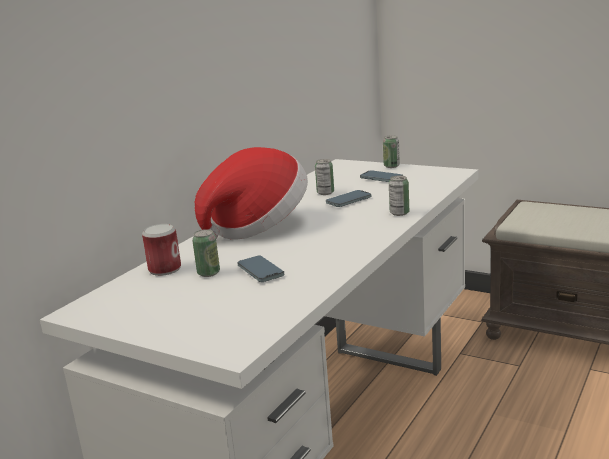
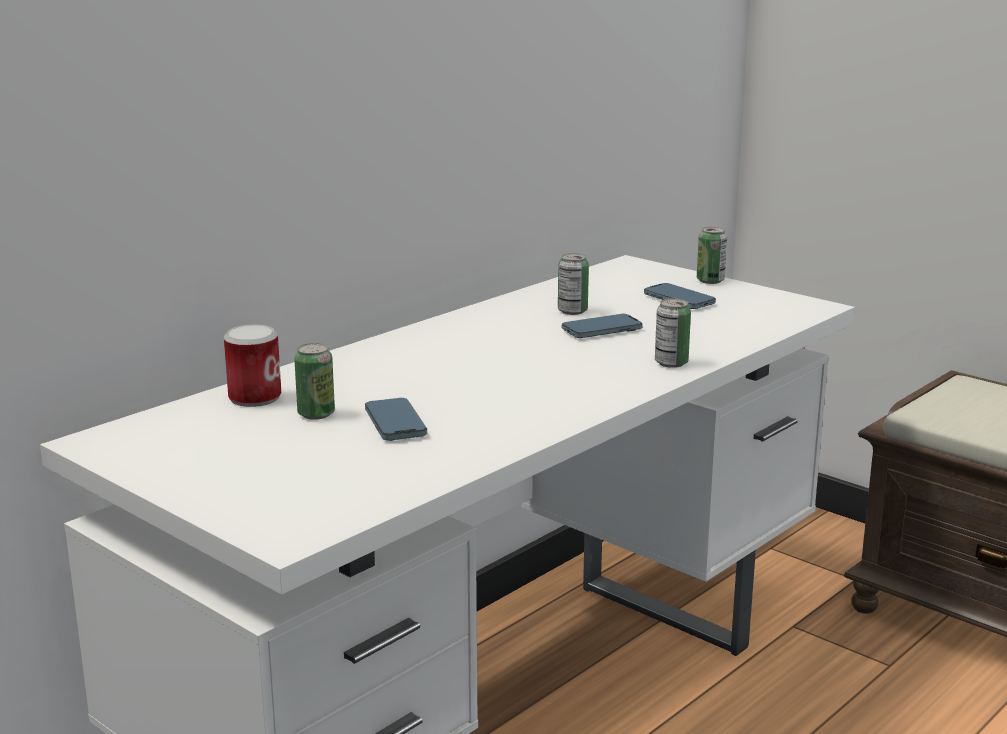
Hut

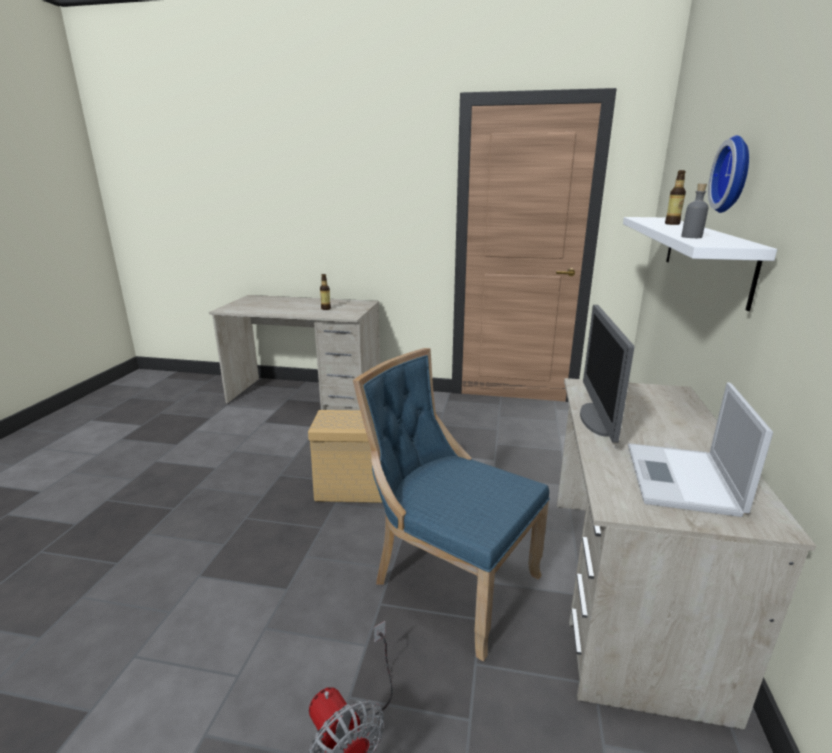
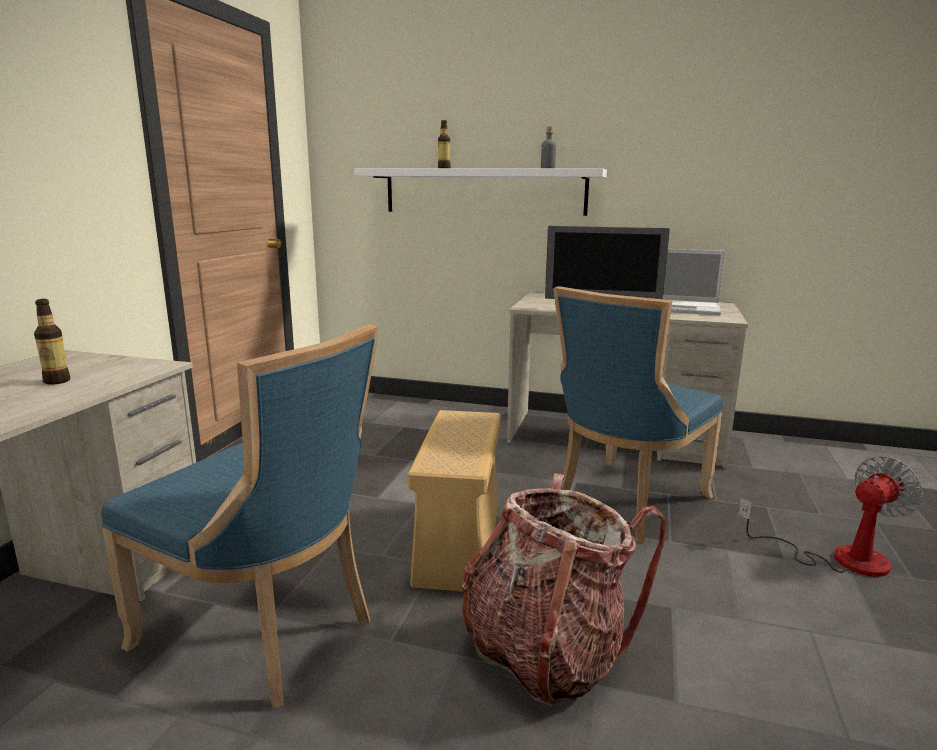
Wanduhr
Stuhl/blau (no. 1 from left)
Rucksack

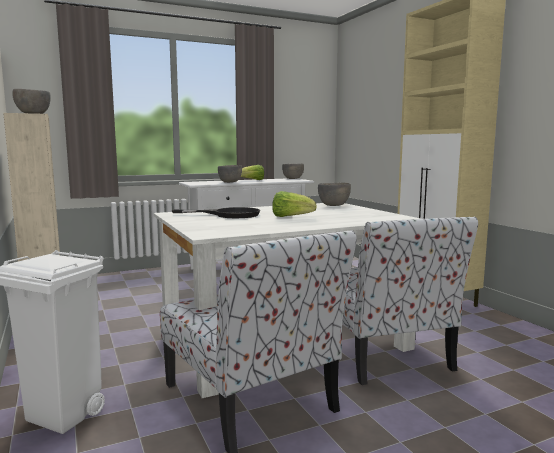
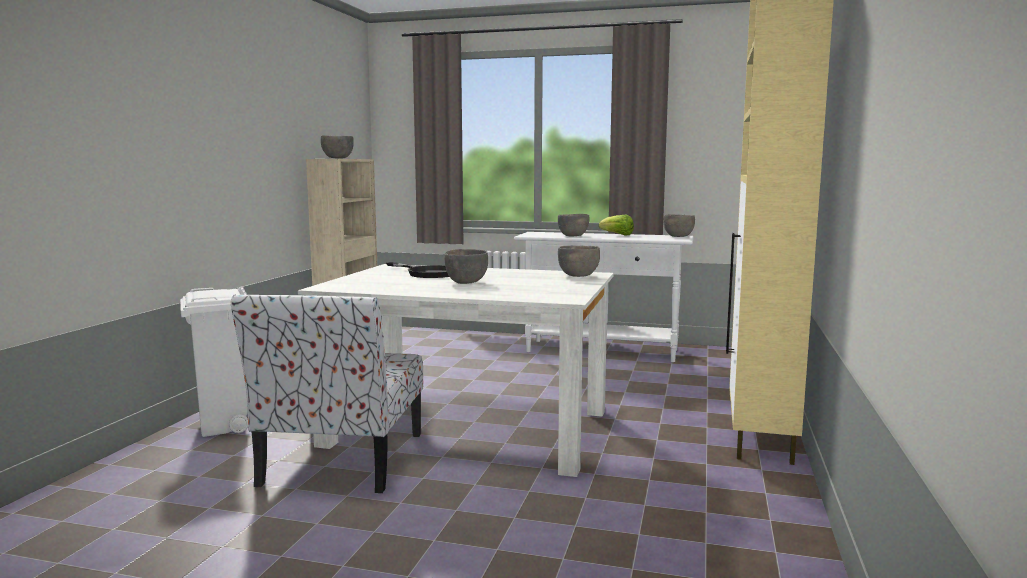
Stuhl (no. 2 from left in the first image)
Schüssel/grau (no. 2 from left)

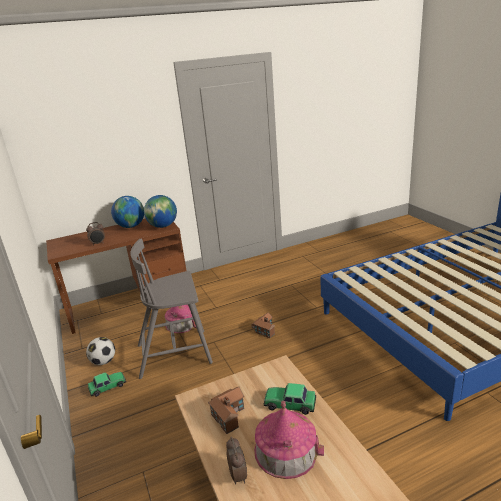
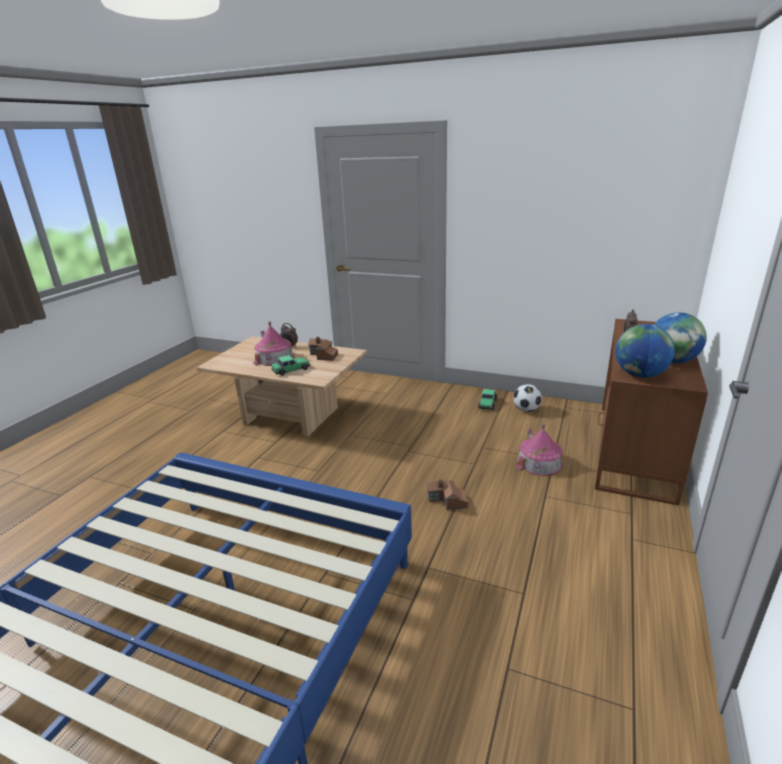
Stuhl/grau

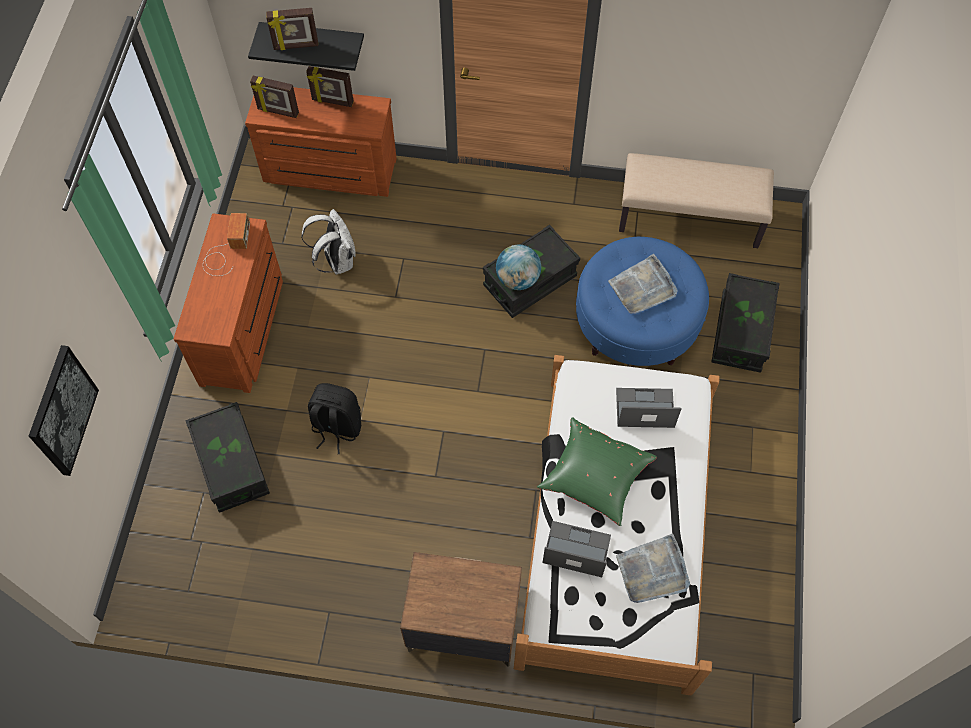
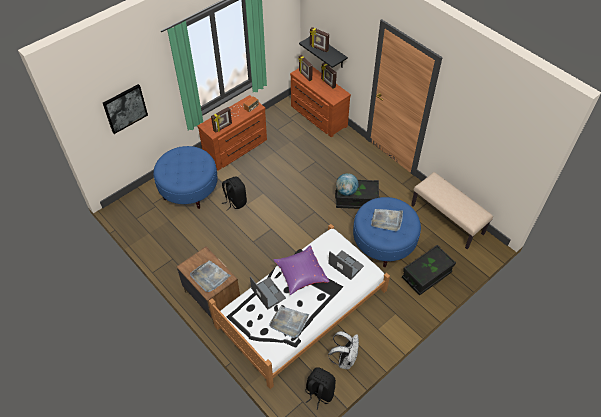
Tablett/grau (no. 1 from left)
Bilderrahmen (no. 1 from left)
Rucksack/schwarz (no. 2 from left)
Rucksack/weiß
Polsterhocker/blau (no. 1 from left)
Kissen/lila

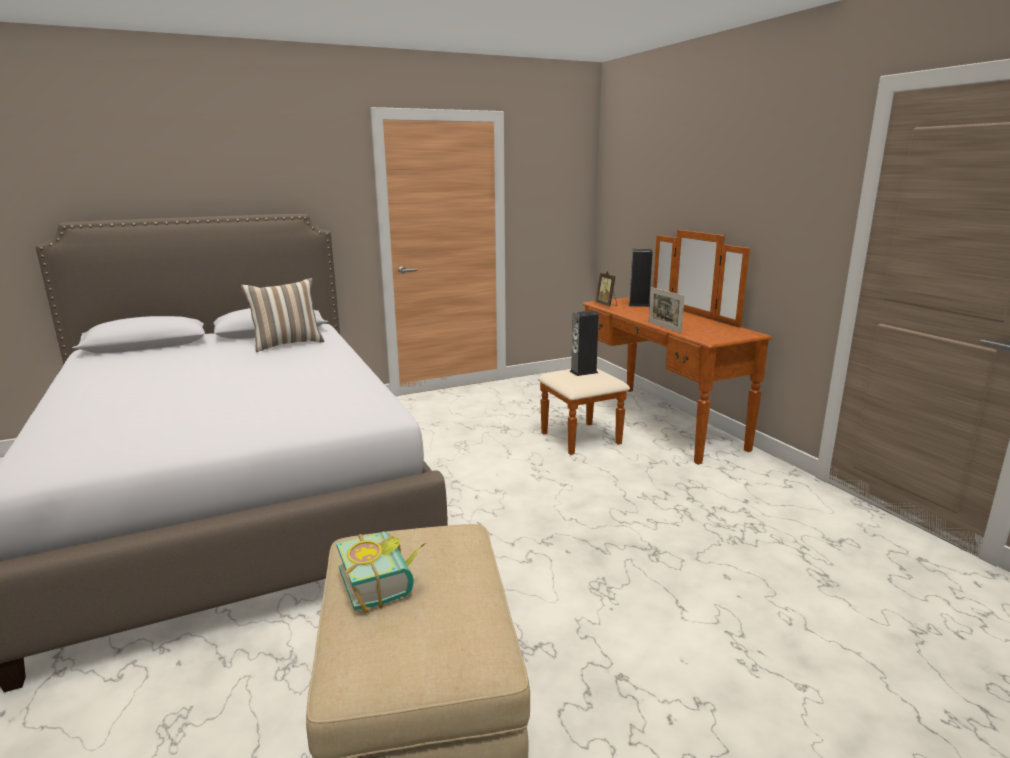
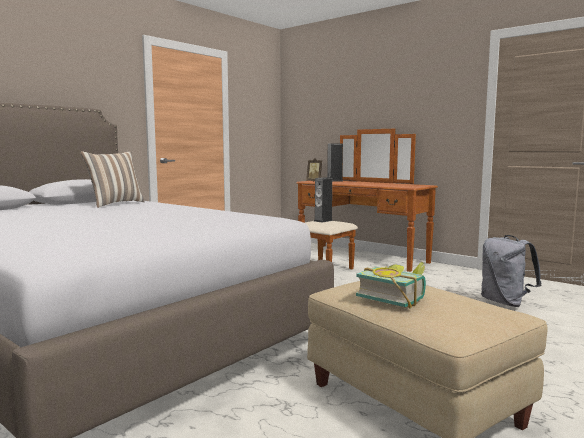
Bilderrahmen (no. 2 from left in the first image)
Rucksack/grau

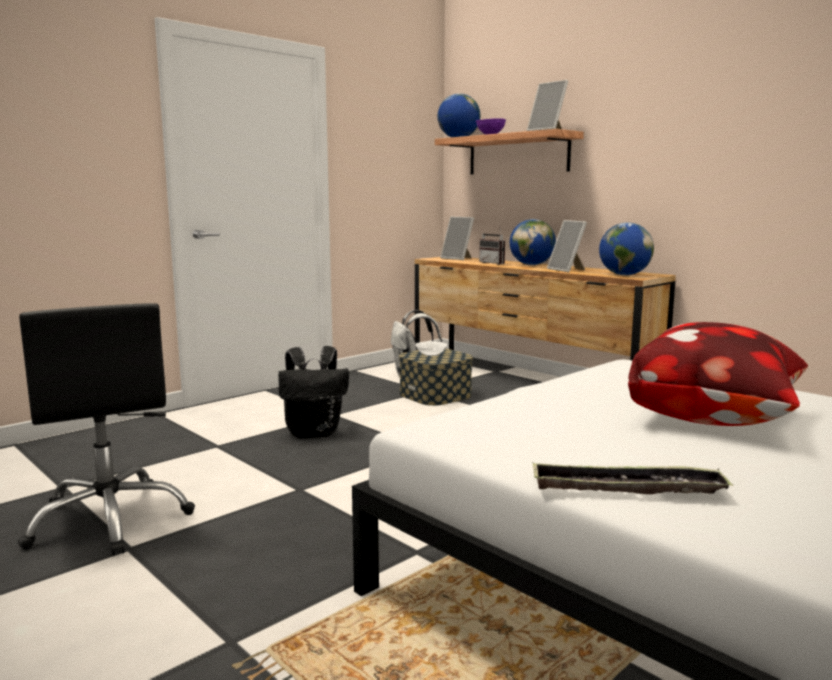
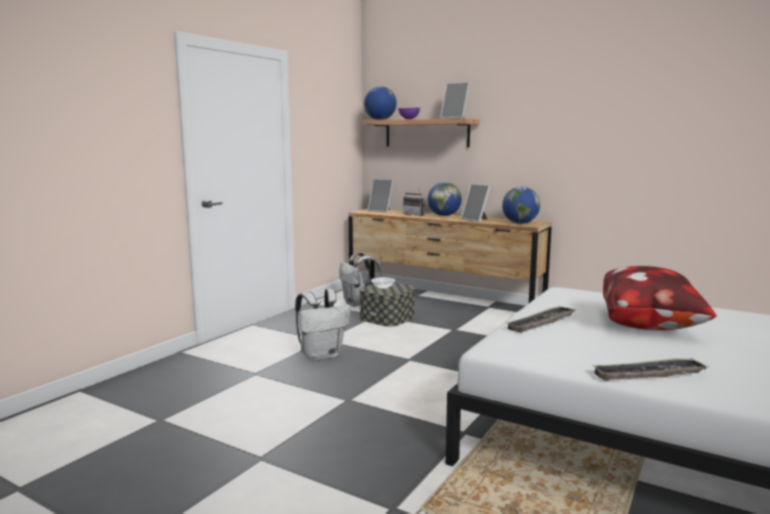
Bürostuhl/schwarz
Tablett (no. 1 from left)
Rucksack/weiß (no. 1 from left)

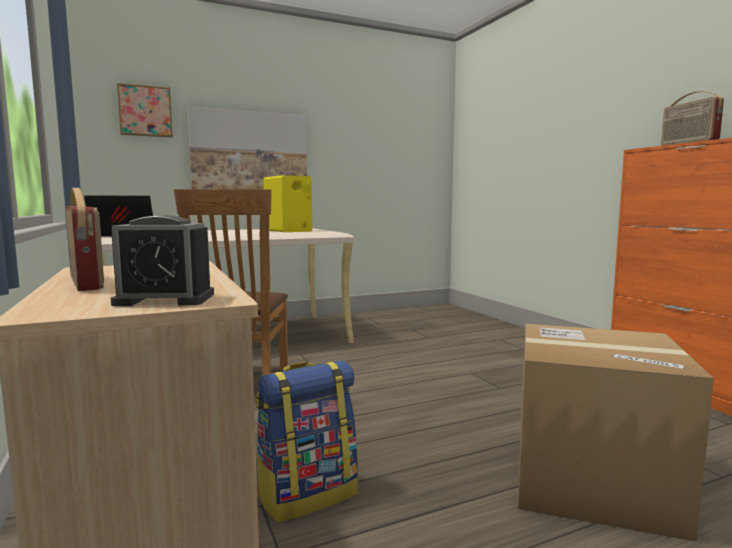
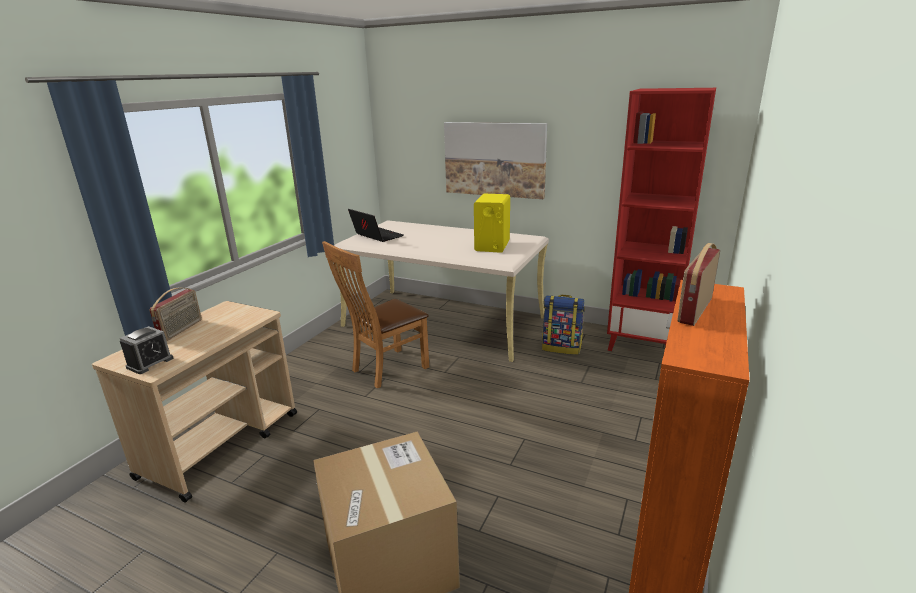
Bild (no. 1 from left in the first image)
Bücherregal/rot
Rucksack
Wecker

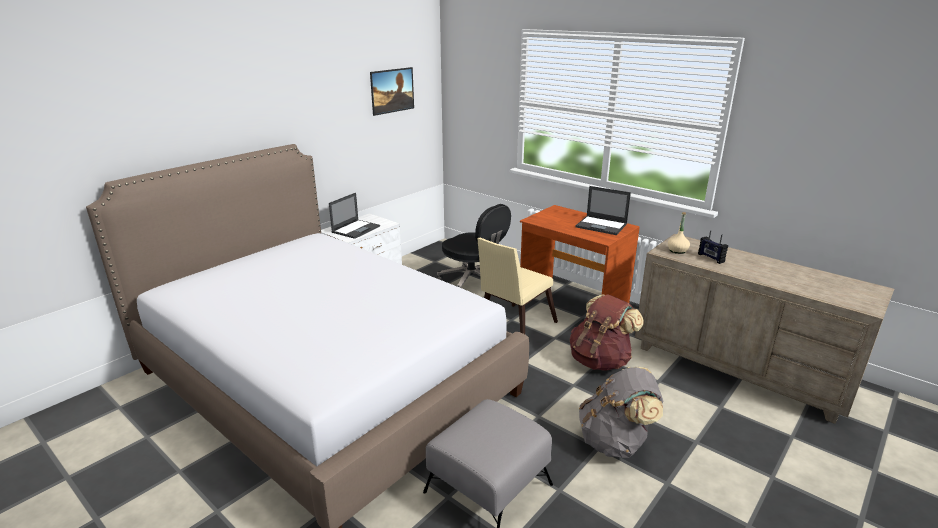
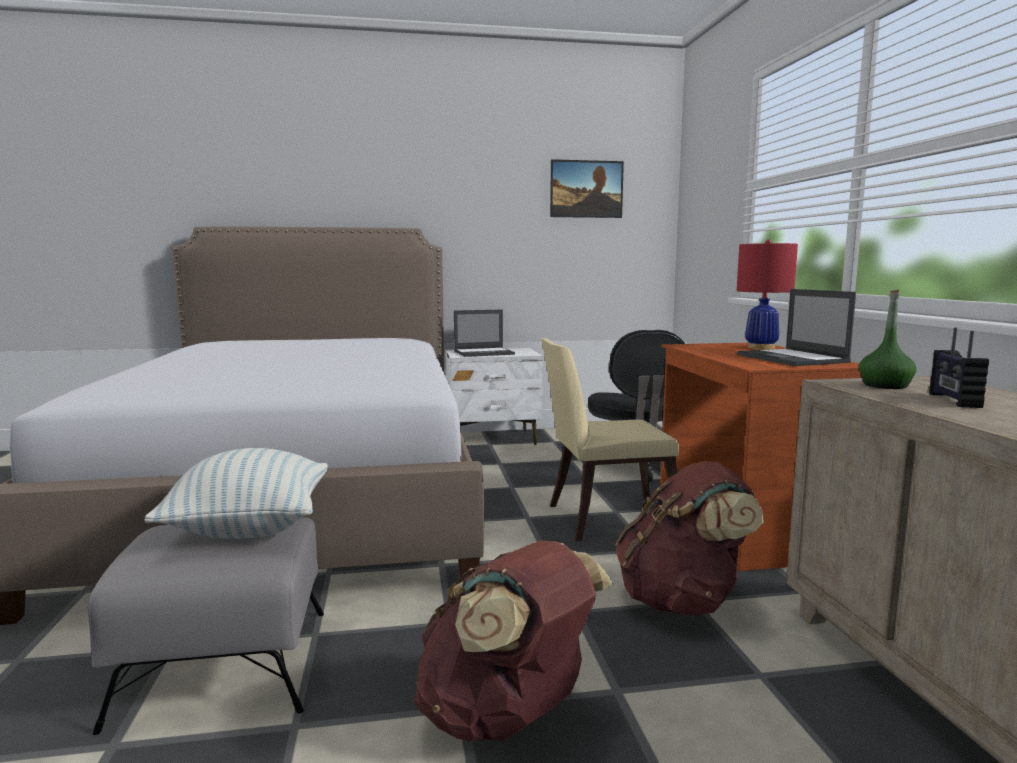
Kissen
Tischlampe/rot
Rucksack/braun (no. 1 from left)
Flasche/grün

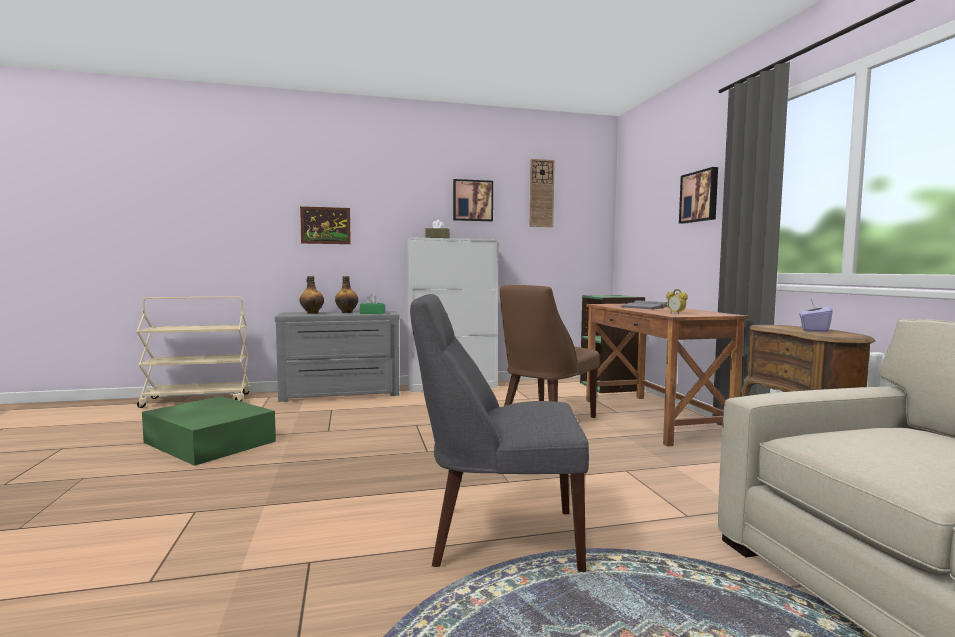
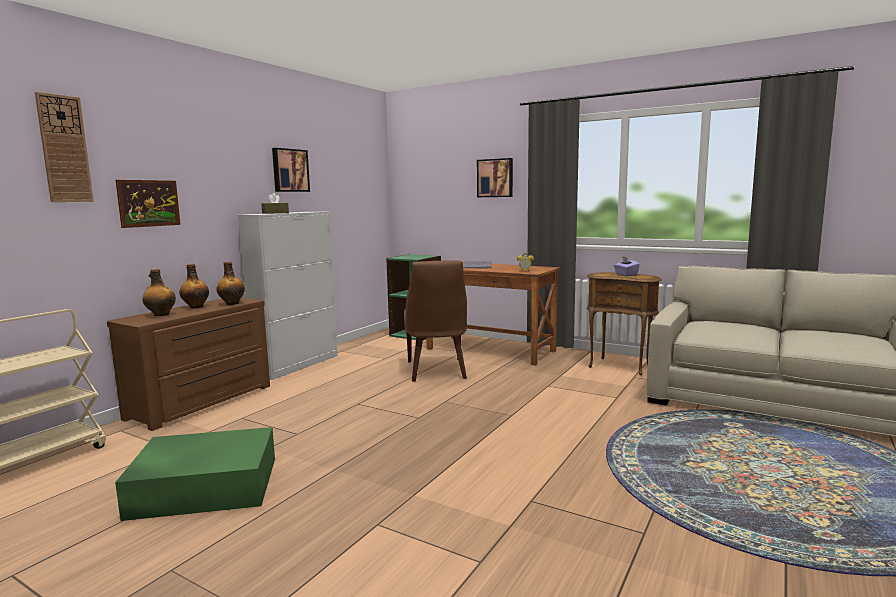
Stuhl/grau
Wanduhr
Flasche (no. 3 from left)
Kommode/braun

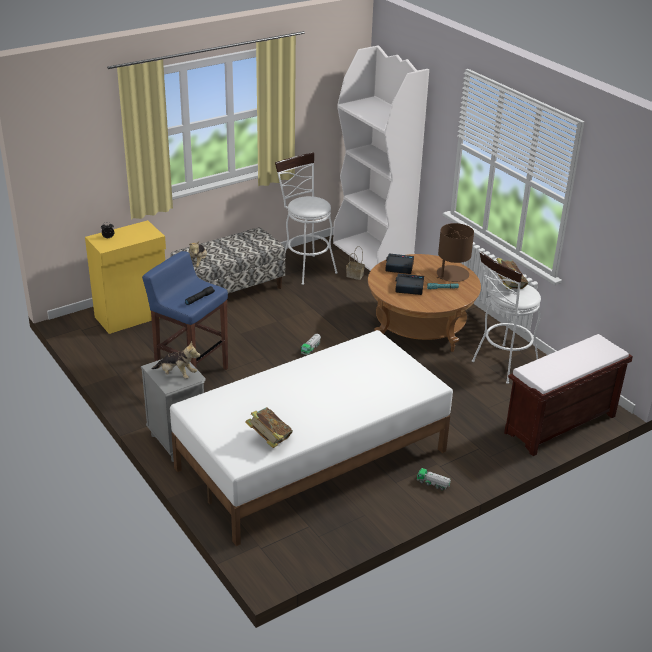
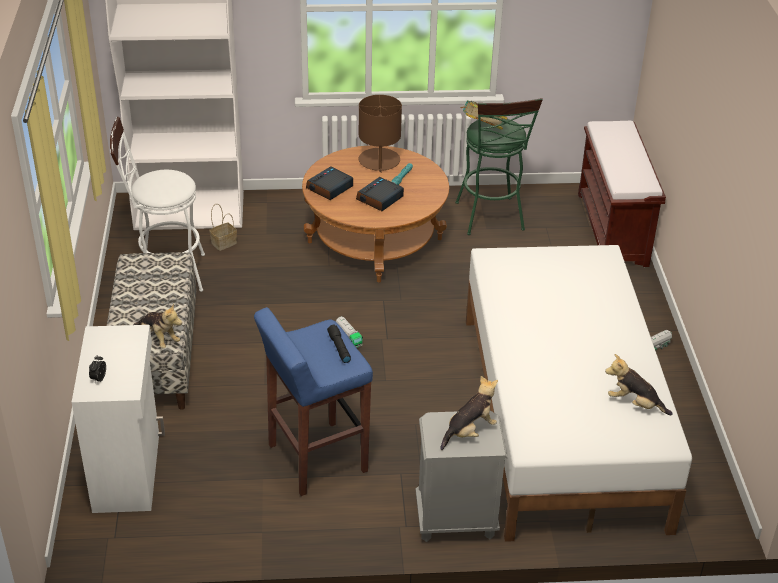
Plüschtier (no. 3 from left)
Schrank/weiß
Hocker/grün

